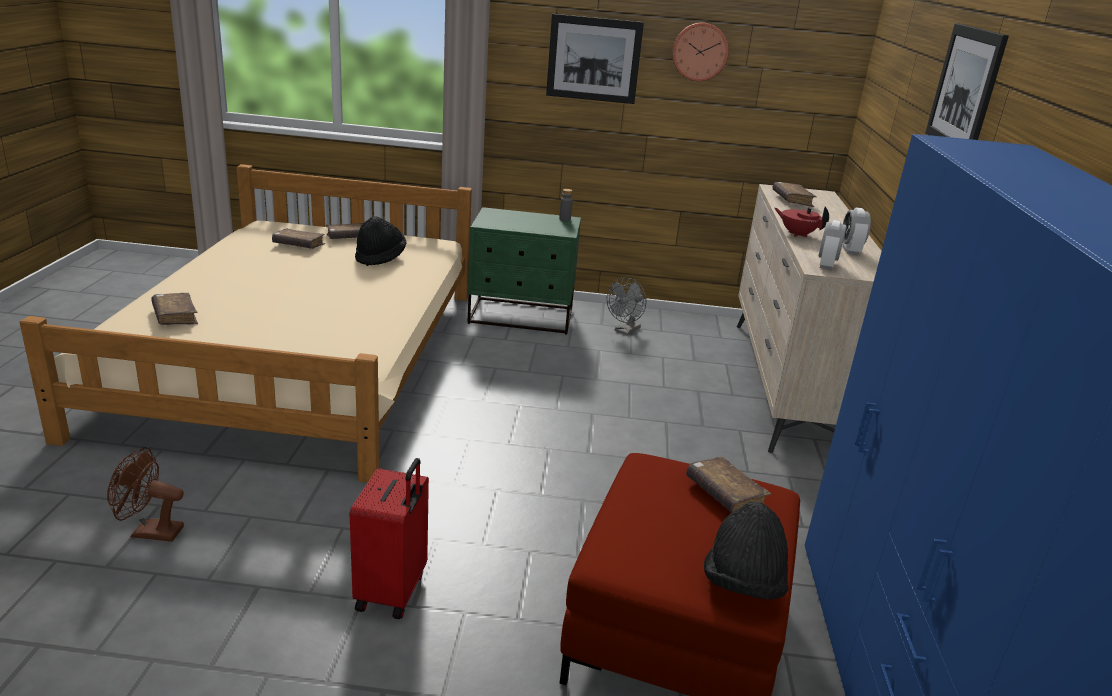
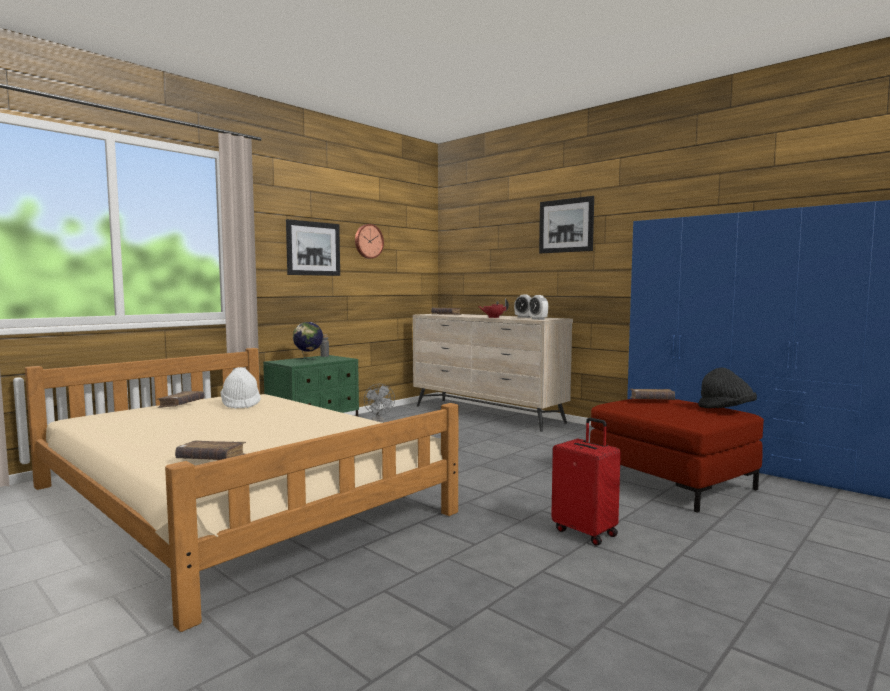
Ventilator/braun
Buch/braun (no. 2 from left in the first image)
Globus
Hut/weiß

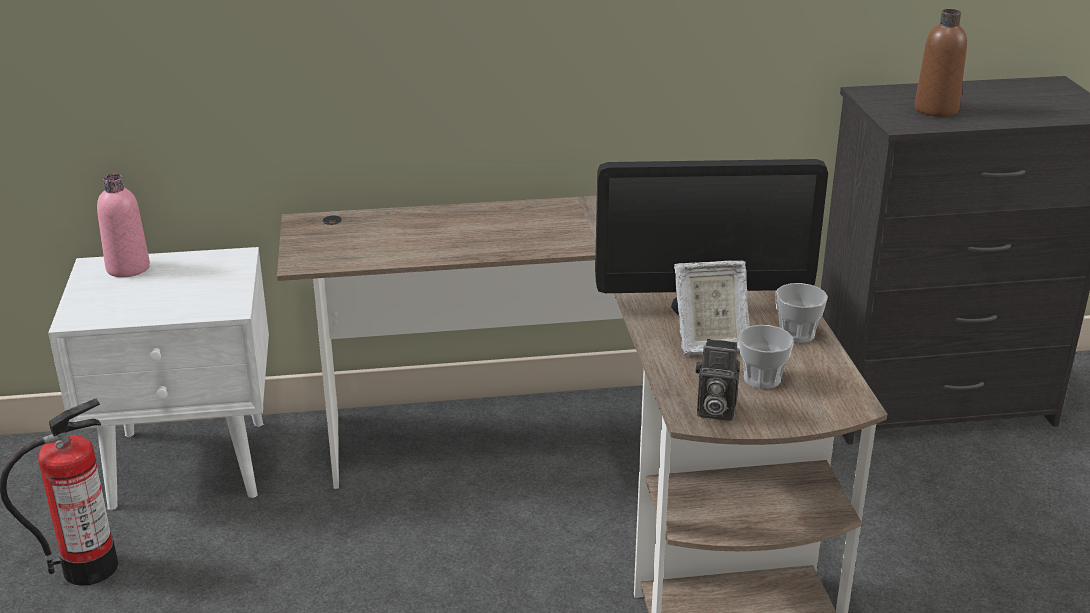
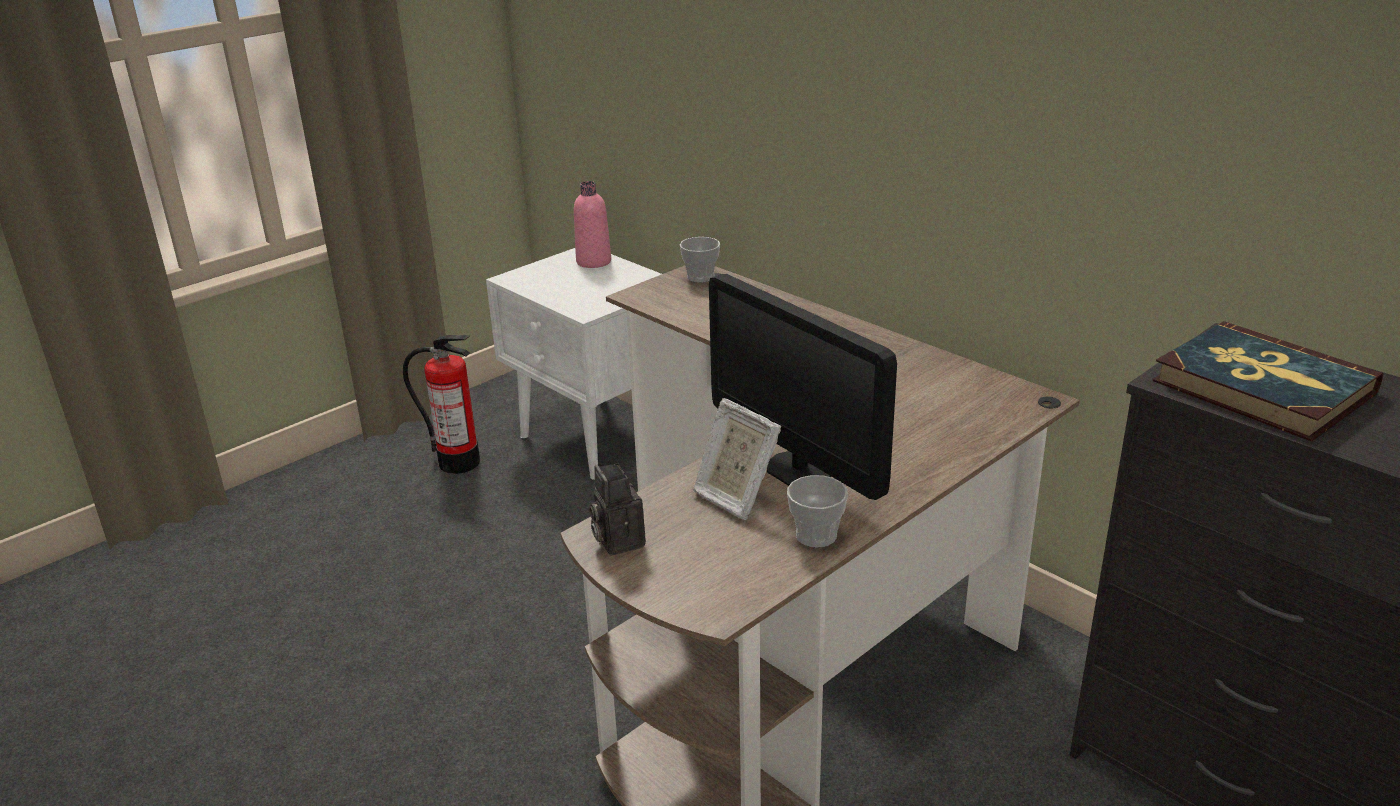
Tasse (no. 1 from left)
Buch

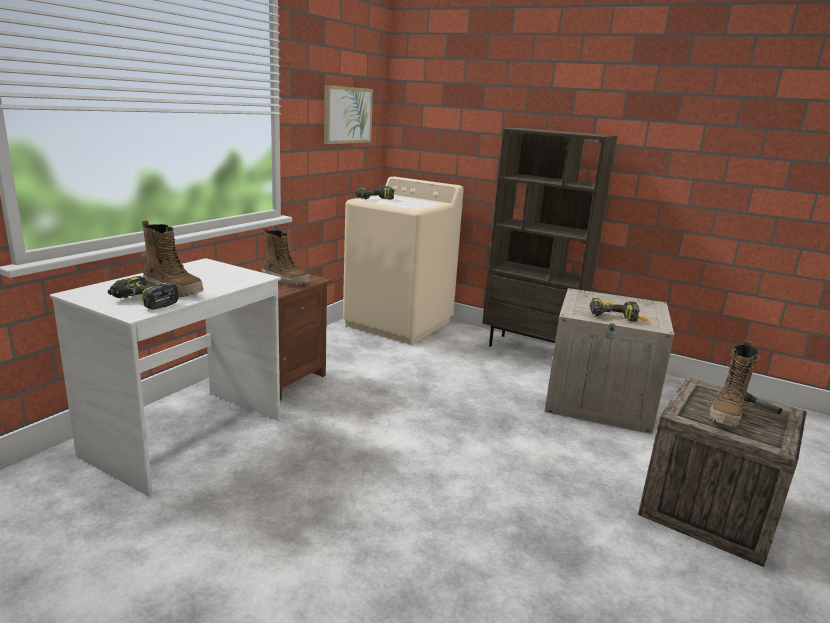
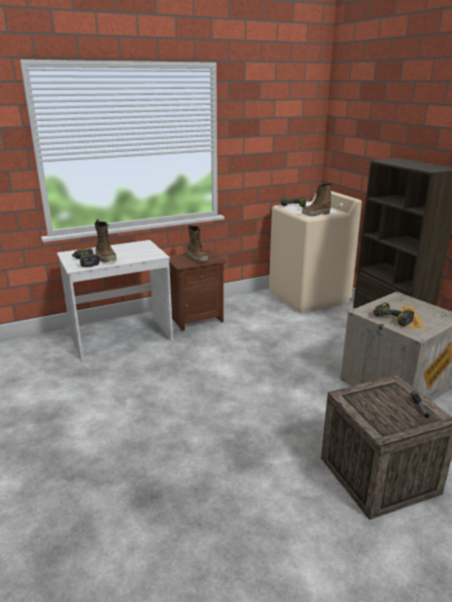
Bild
Stiefel (no. 3 from left)

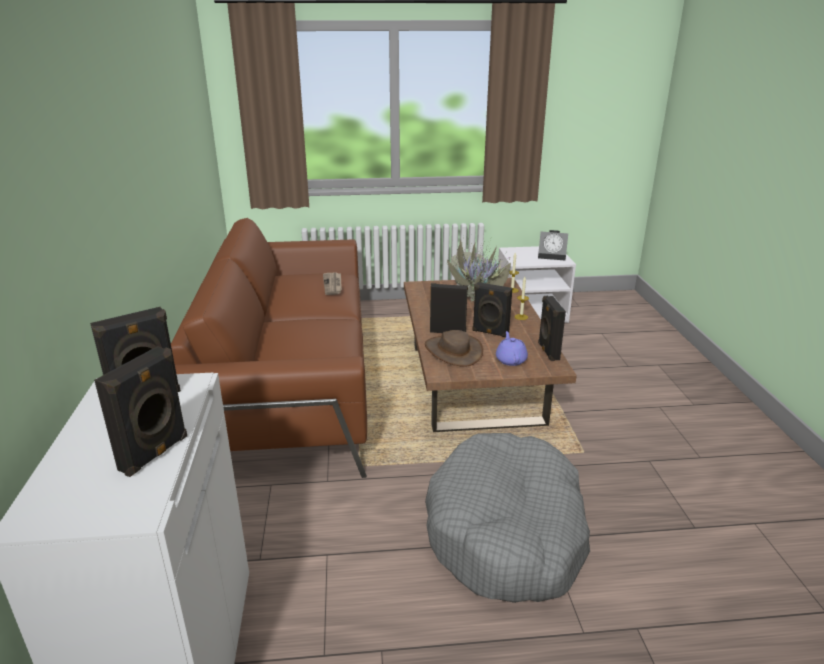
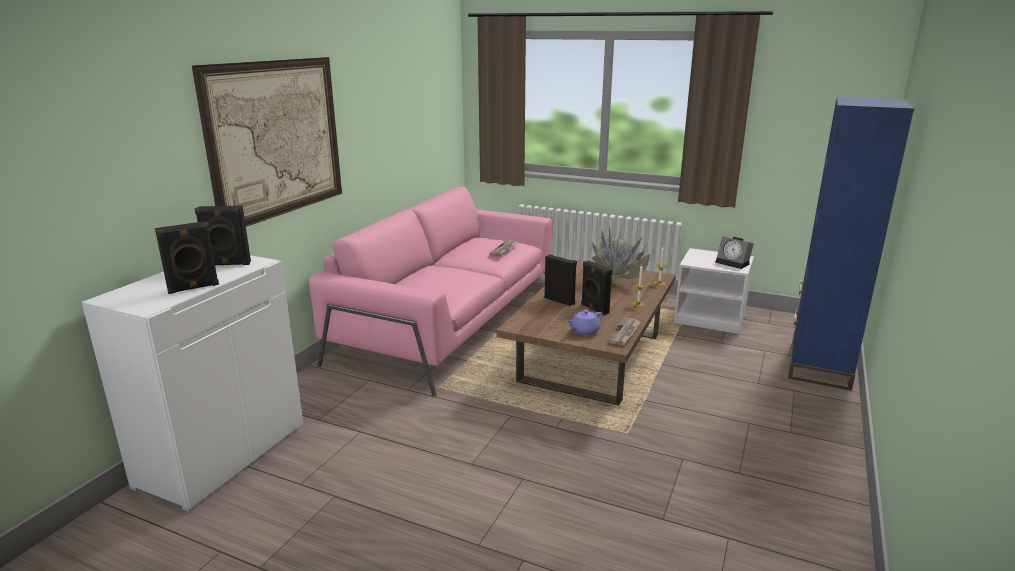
Hut/braun
Hundebett/grau
Bild
Bücherregal/blau
Zeitung (no. 2 from left)
Sofa/rosa
Teekanne/lila

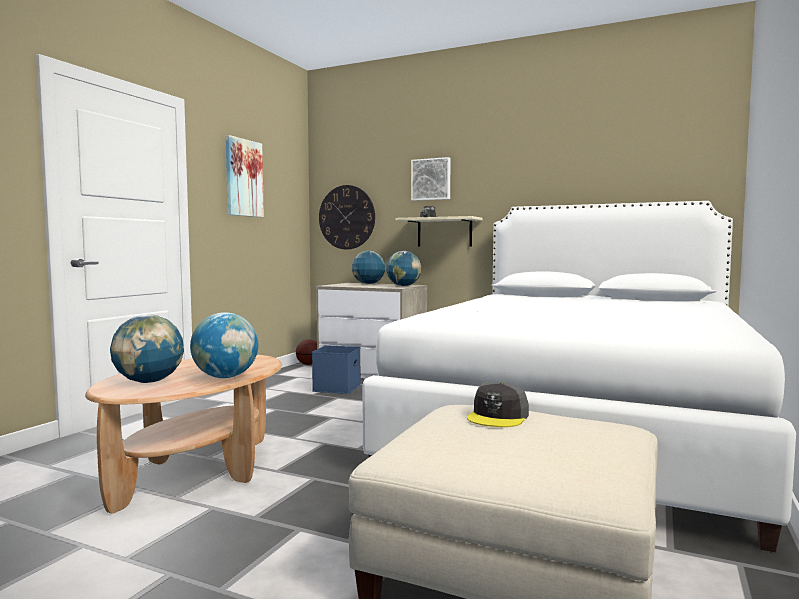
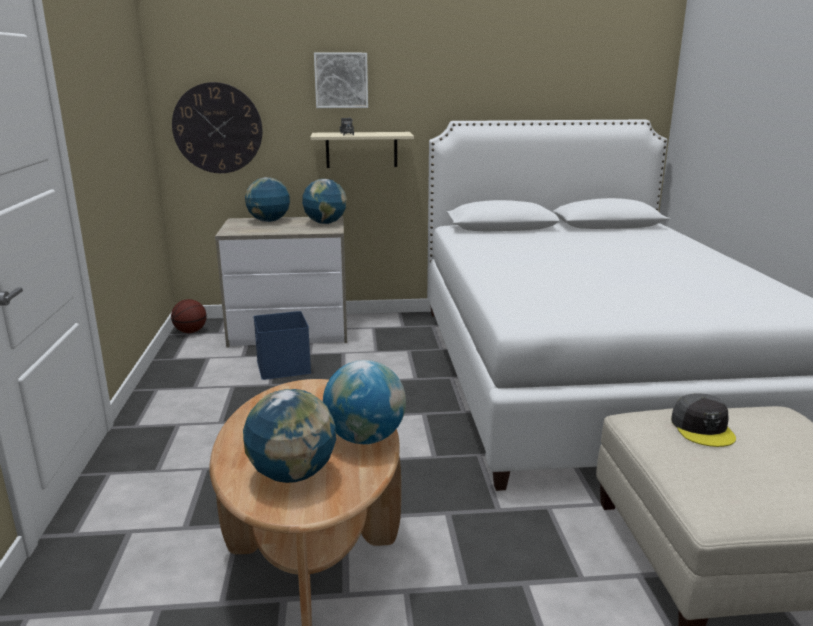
Bild (no. 1 from left in the first image)

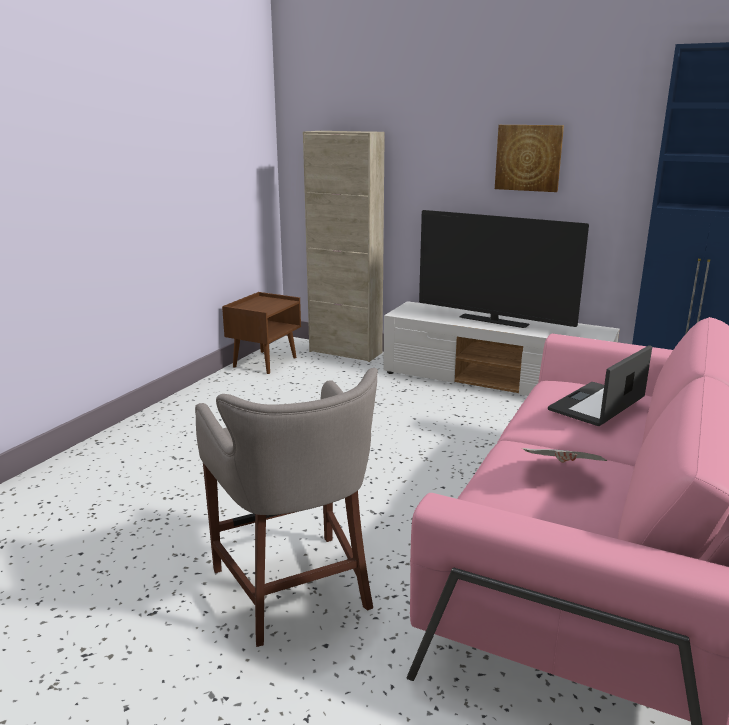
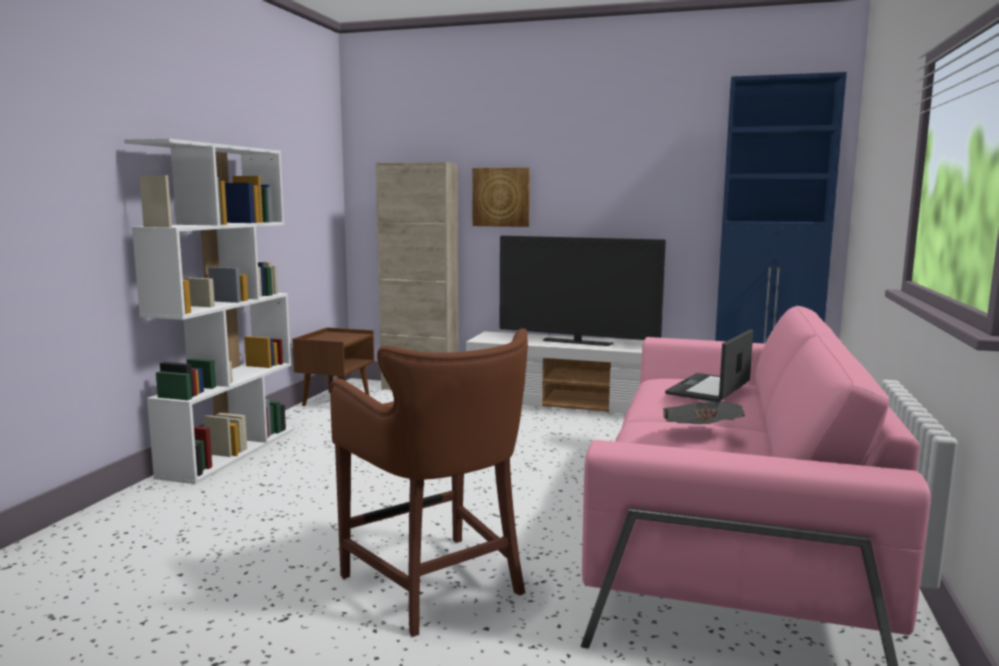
Bücherregal/weiß
Bild
Hocker/braun

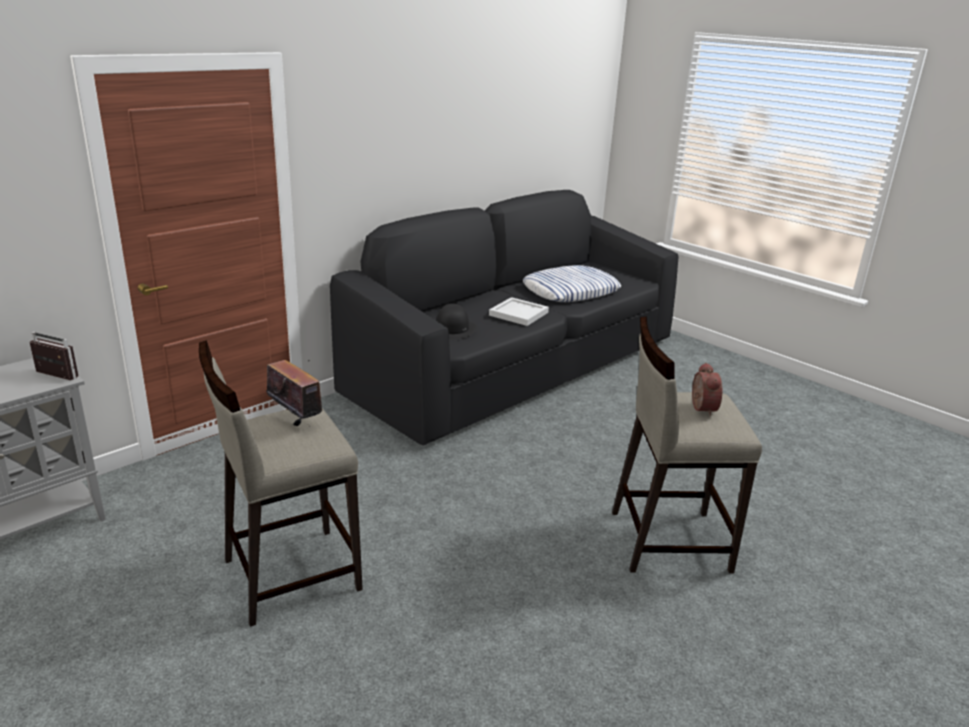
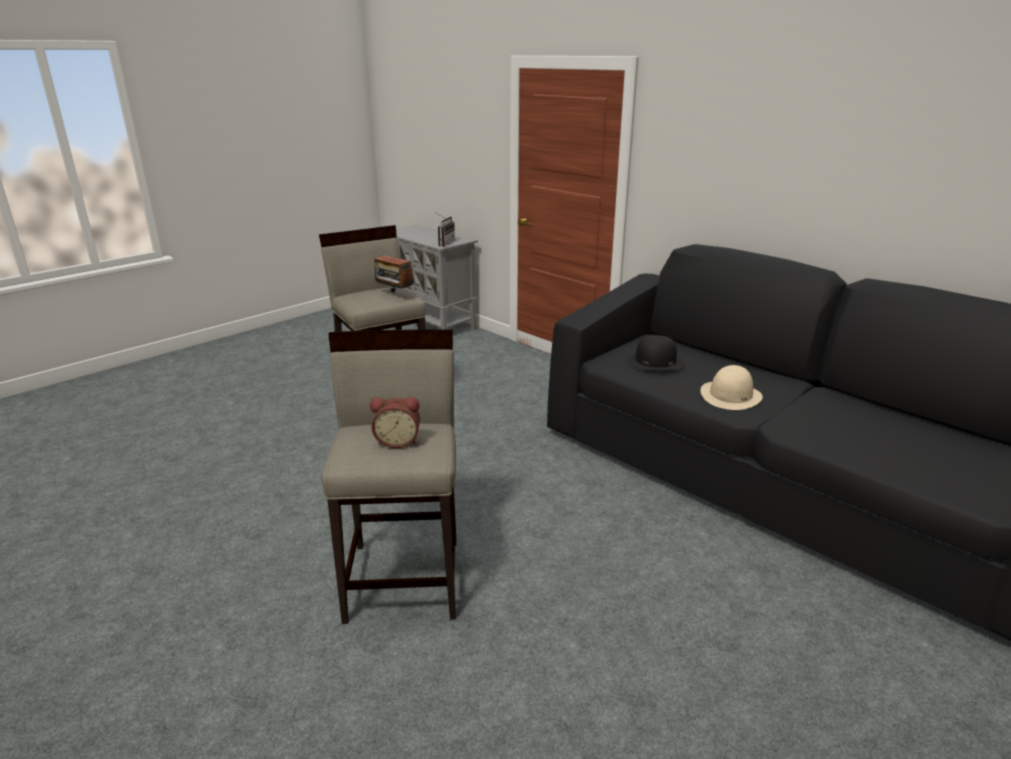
Kissen
Hut/beige
Radio (no. 1 from left)

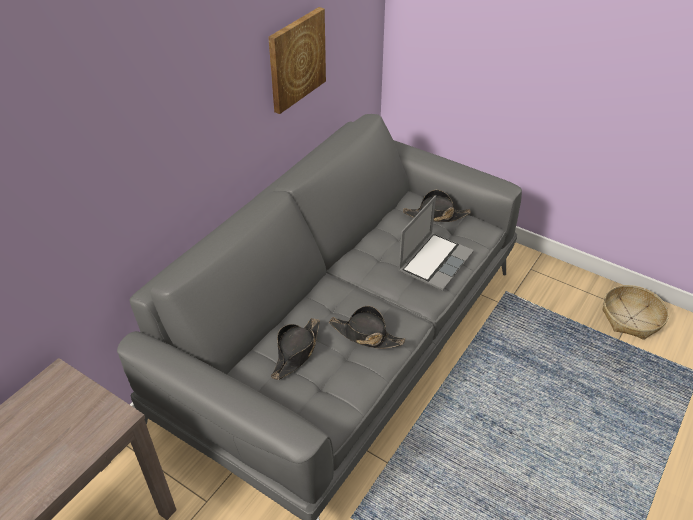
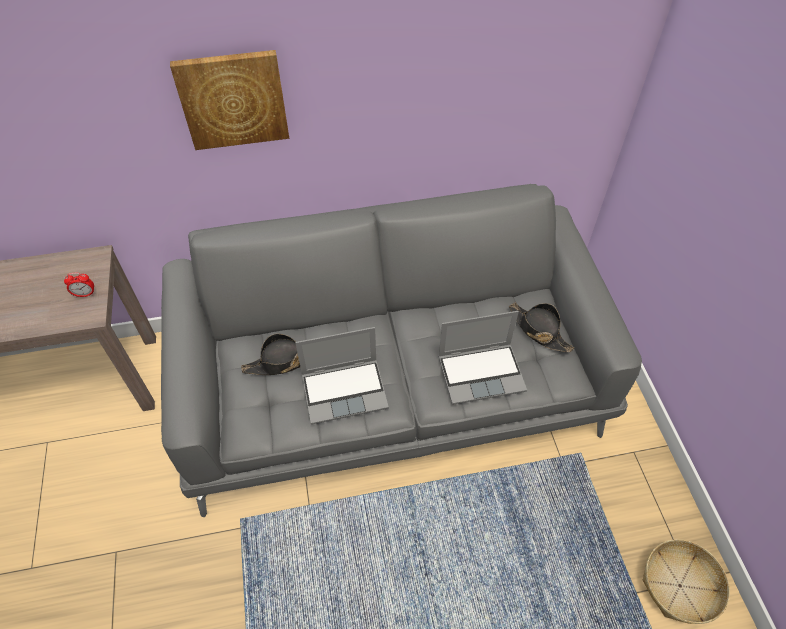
Wecker
Bild
Laptop (no. 1 from left)

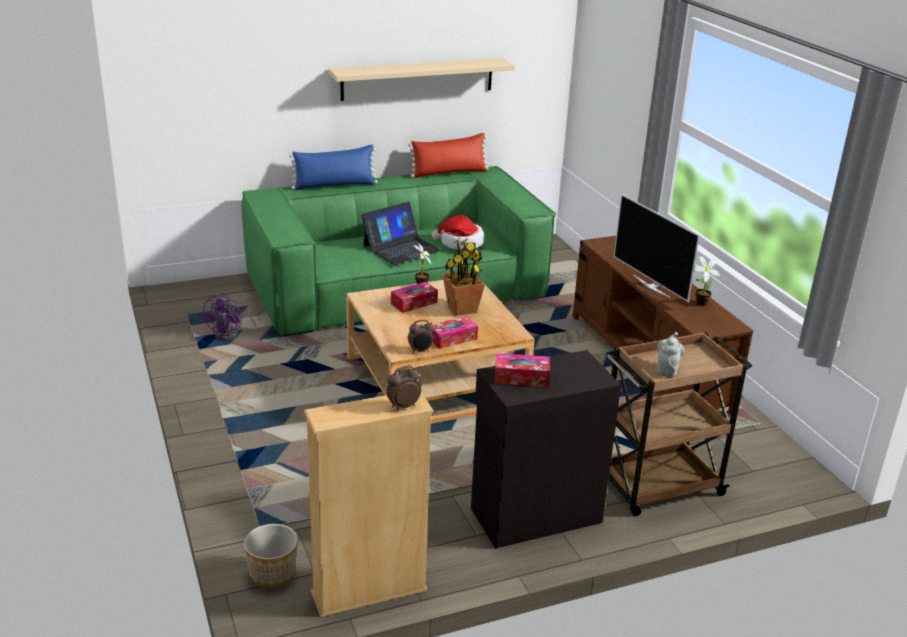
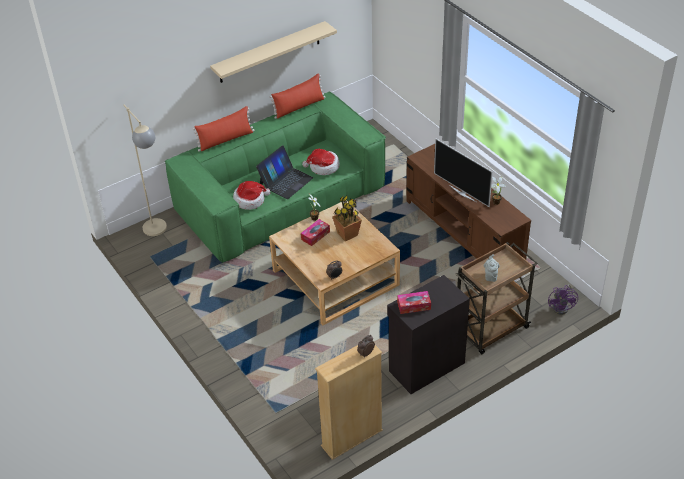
Pflanzkübel
Taschentuchbox (no. 2 from left in the first image)
Stehlampe/beige
Hut (no. 1 from left)
Ventilator/lila
Kissen/rot (no. 1 from left)

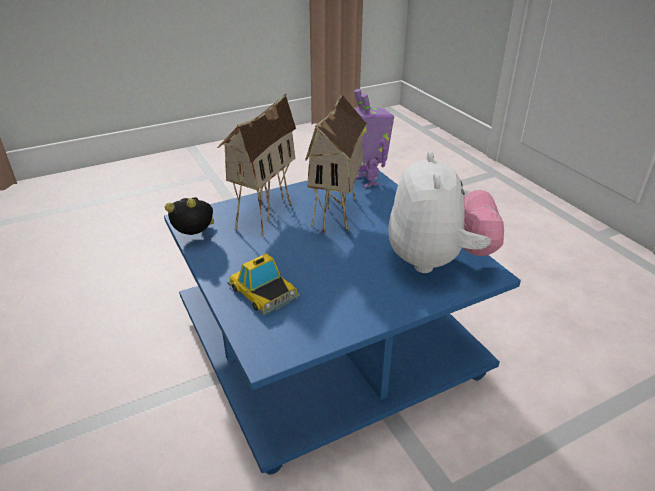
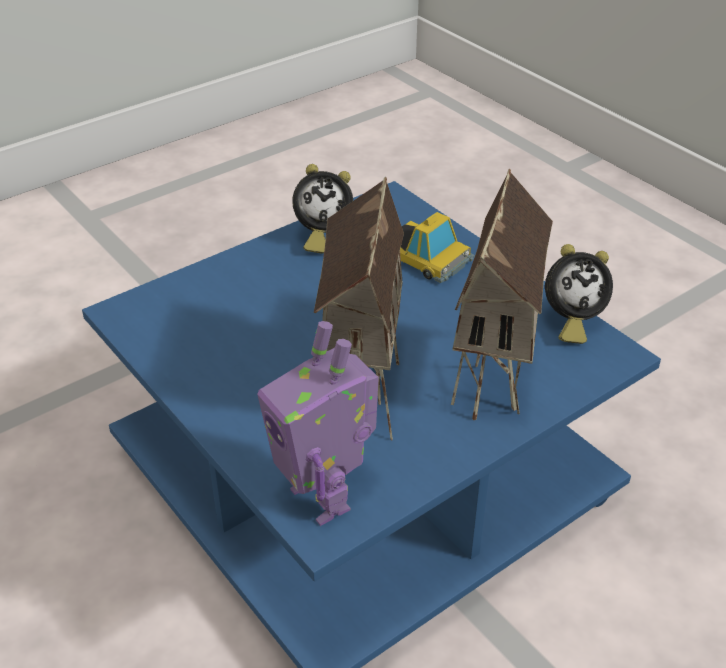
Plüschtier
Wecker (no. 1 from left)

